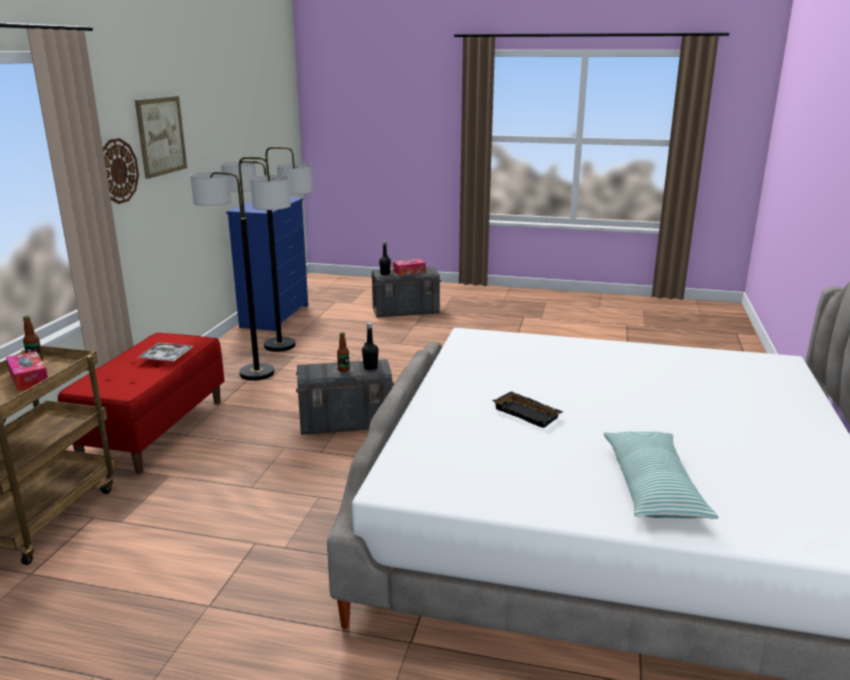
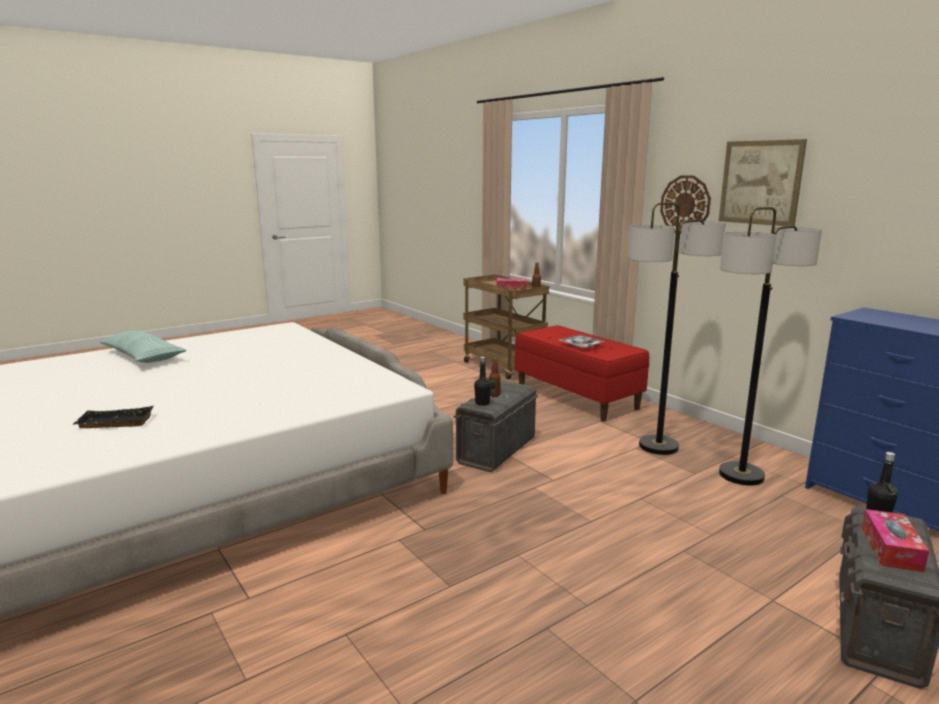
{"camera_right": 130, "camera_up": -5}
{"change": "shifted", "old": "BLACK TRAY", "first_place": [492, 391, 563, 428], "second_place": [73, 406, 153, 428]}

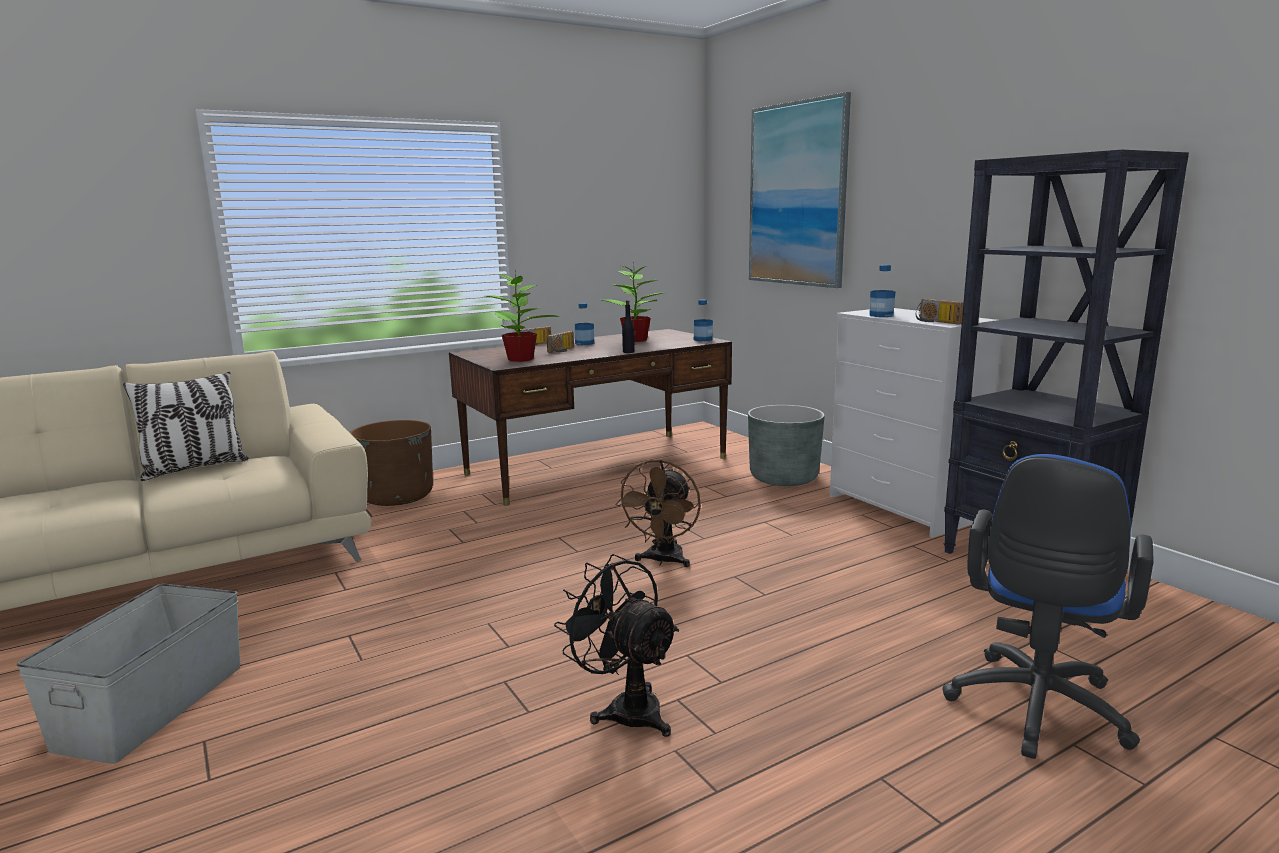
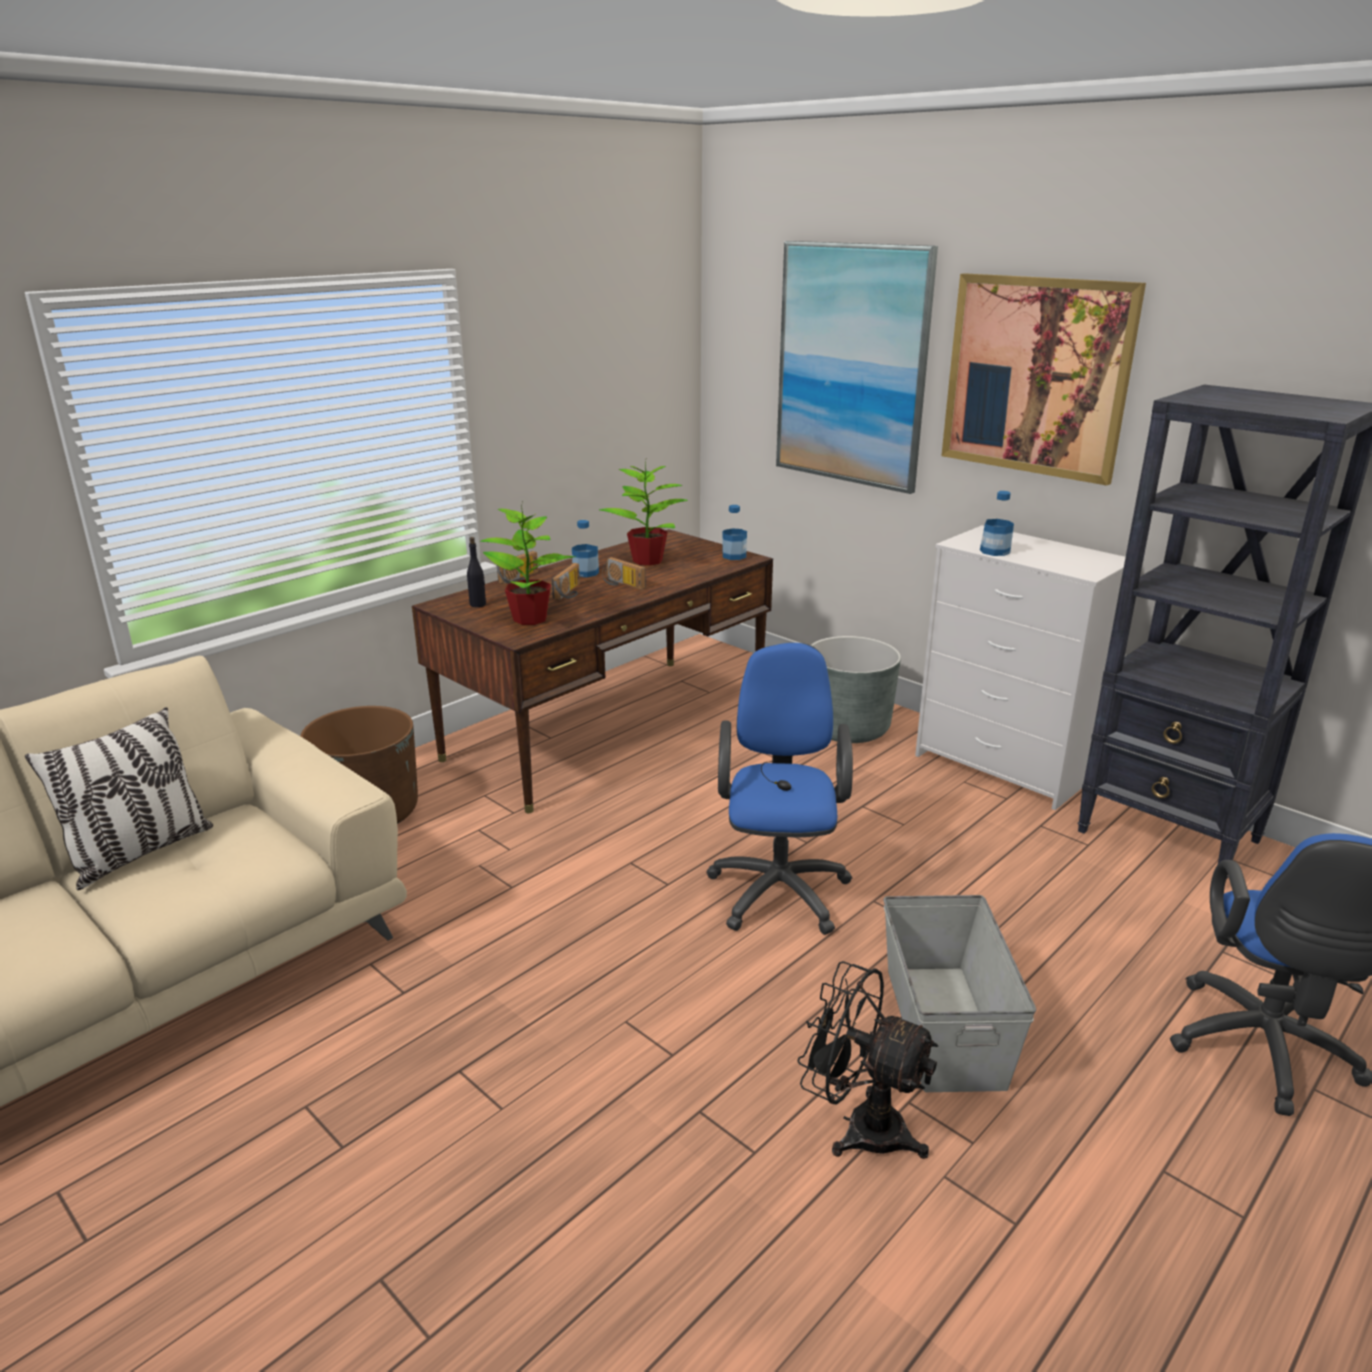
{"camera_right": -15, "camera_up": 10}
{"change": "new", "new": "PICTURE", "second_place": [941, 273, 1146, 486]}
{"change": "shifted", "old": "GREY STORAGE BOX", "first_place": [17, 583, 240, 764], "second_place": [883, 895, 1036, 1092]}
{"change": "shifted", "old": "BLACK BOTTLE", "first_place": [622, 300, 635, 353], "second_place": [467, 537, 486, 607]}
{"change": "shifted", "old": "RADIO", "first_place": [916, 299, 964, 325], "second_place": [602, 557, 646, 590]}
{"change": "swapped", "old": "BROWN FAN", "new": "BLUE OFFICE CHAIR", "first_place": [615, 459, 701, 567], "second_place": [706, 643, 853, 935]}

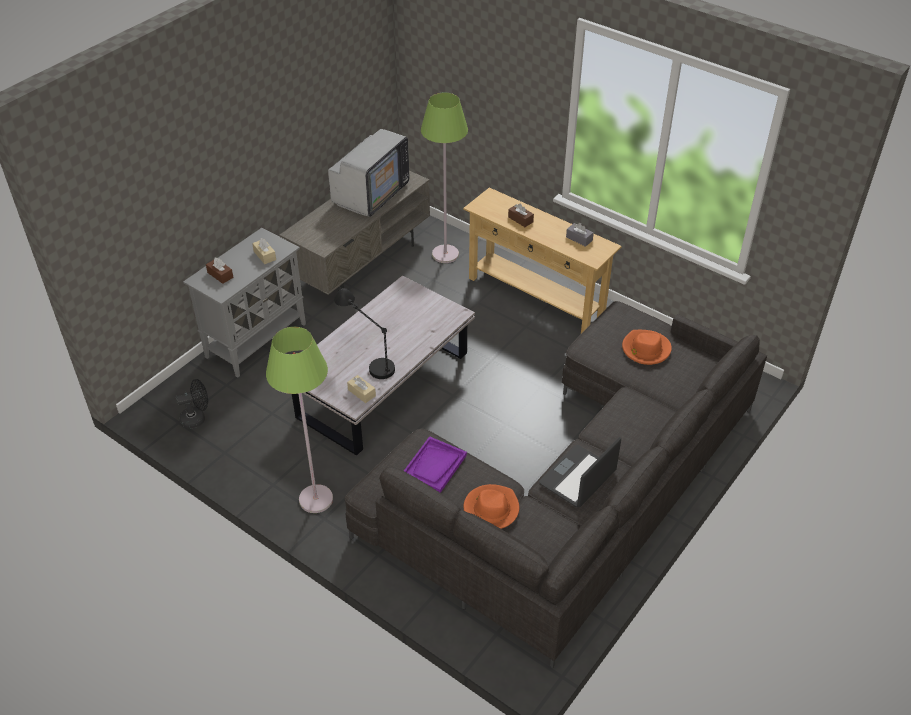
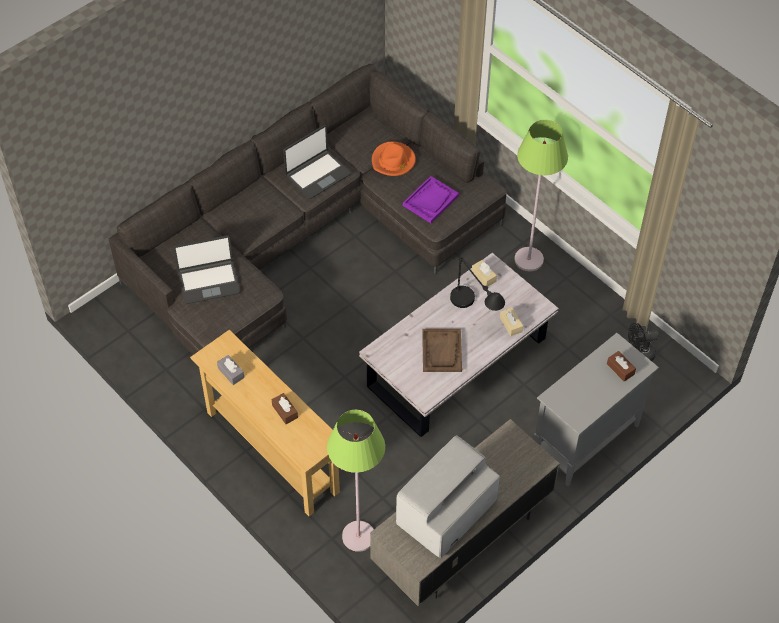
{"camera_right": -170, "camera_up": 10}
{"change": "new", "new": "BROWN TRAY", "second_place": [422, 329, 462, 372]}
{"change": "shifted", "old": "BEIGE TISSUE BOX", "first_place": [252, 238, 276, 264], "second_place": [500, 308, 523, 336]}
{"change": "swapped", "old": "ORANGE HAT", "new": "LAPTOP", "first_place": [622, 330, 672, 365], "second_place": [173, 235, 240, 304]}

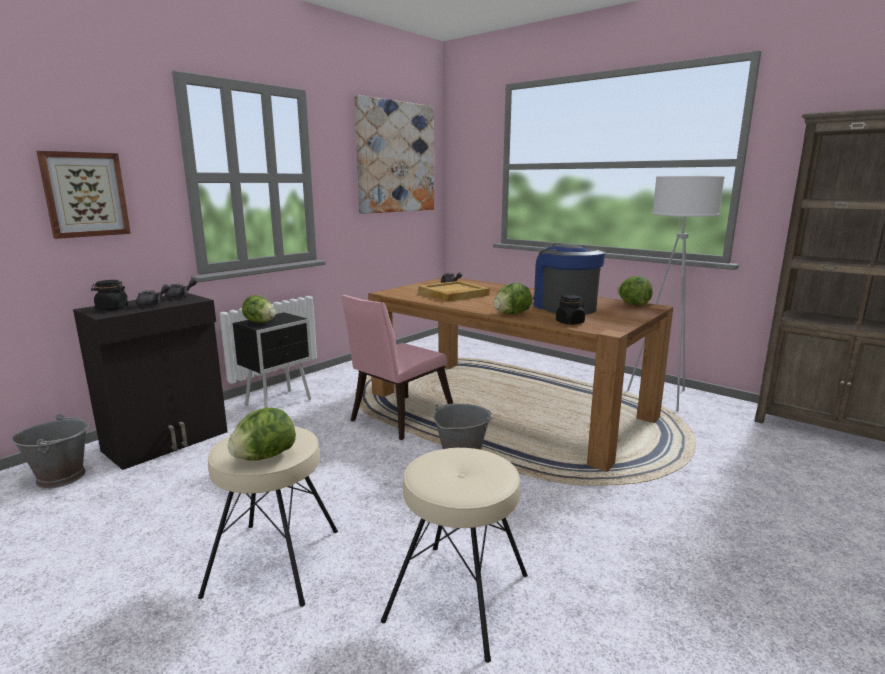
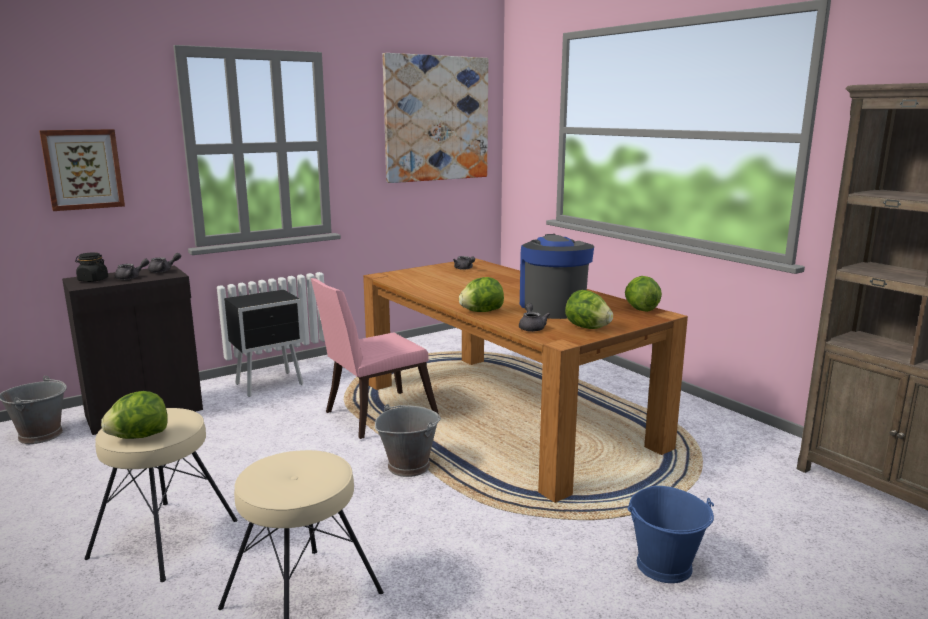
{"camera_right": 15, "camera_up": 0}
{"change": "gone", "old": "BEIGE TRAY", "first_place": [419, 281, 490, 302]}
{"change": "gone", "old": "WHITE FLOOR LAMP", "first_place": [627, 176, 725, 412]}
{"change": "new", "new": "BLUE BUCKET", "second_place": [627, 486, 714, 583]}
{"change": "shifted", "old": "LETTUCE", "first_place": [242, 295, 276, 323], "second_place": [565, 290, 613, 329]}
{"change": "swapped", "old": "BLACK JAR", "new": "GREY TEAPOT", "first_place": [556, 295, 585, 325], "second_place": [519, 303, 550, 332]}

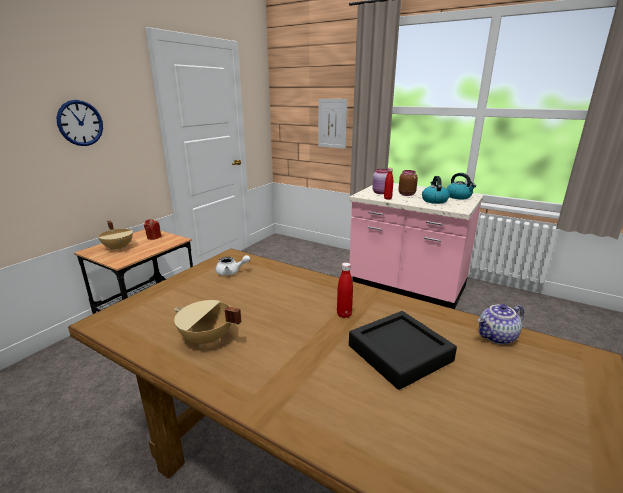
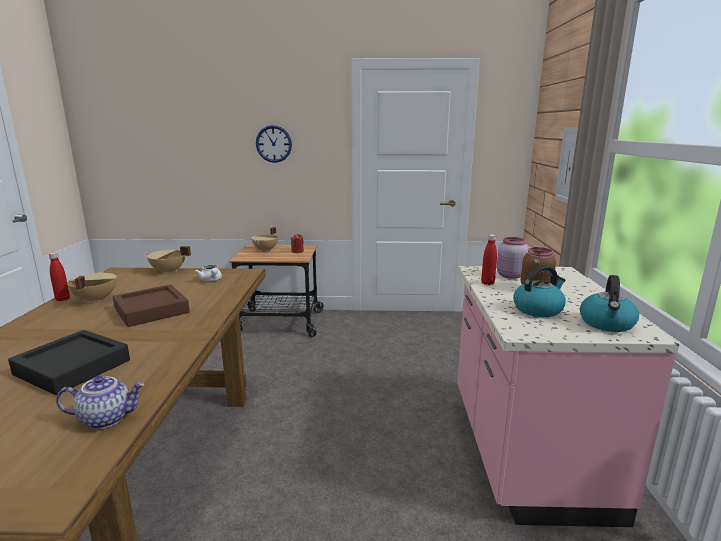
{"camera_right": 60, "camera_up": -5}
{"change": "new", "new": "BROWN TRAY", "second_place": [113, 285, 190, 327]}
{"change": "new", "new": "BEIGE COOKING POT", "second_place": [145, 246, 191, 274]}
{"change": "shifted", "old": "RED BOTTLE", "first_place": [337, 263, 353, 318], "second_place": [49, 253, 70, 301]}
{"change": "rotated", "old": "TEAPOT", "first_place": [477, 304, 524, 345], "second_place": [56, 376, 145, 429], "degrees": 135}

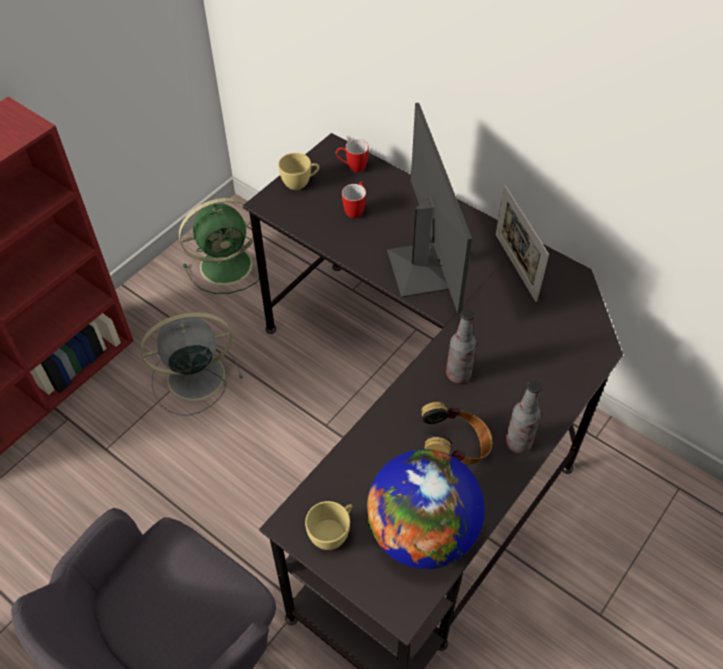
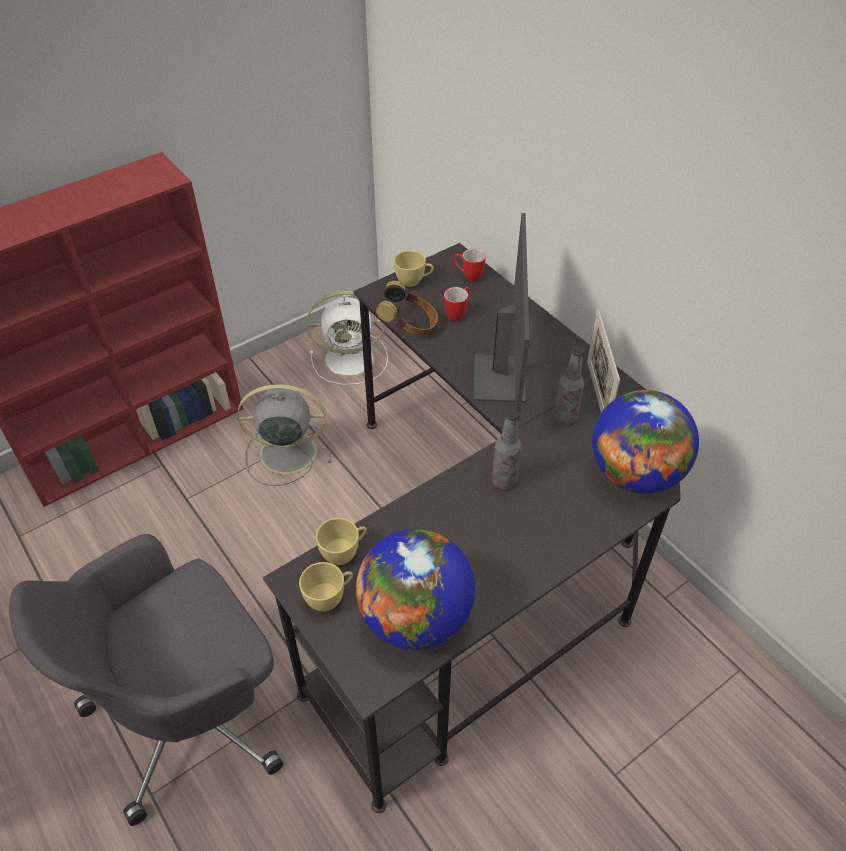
{"camera_right": 15, "camera_up": -5}
{"change": "new", "new": "YELLOW CUP", "second_place": [316, 518, 367, 565]}
{"change": "new", "new": "GLOBE", "second_place": [592, 390, 699, 494]}
{"change": "shifted", "old": "HEADPHONES", "first_place": [421, 402, 492, 464], "second_place": [376, 281, 438, 337]}
{"change": "shifted", "old": "BOTTLE", "first_place": [505, 380, 542, 453], "second_place": [553, 346, 584, 426]}
{"change": "repainted", "old": "GREEN FAN", "new": "WHITE FAN", "first_place": [179, 198, 266, 294], "second_place": [307, 291, 388, 385]}

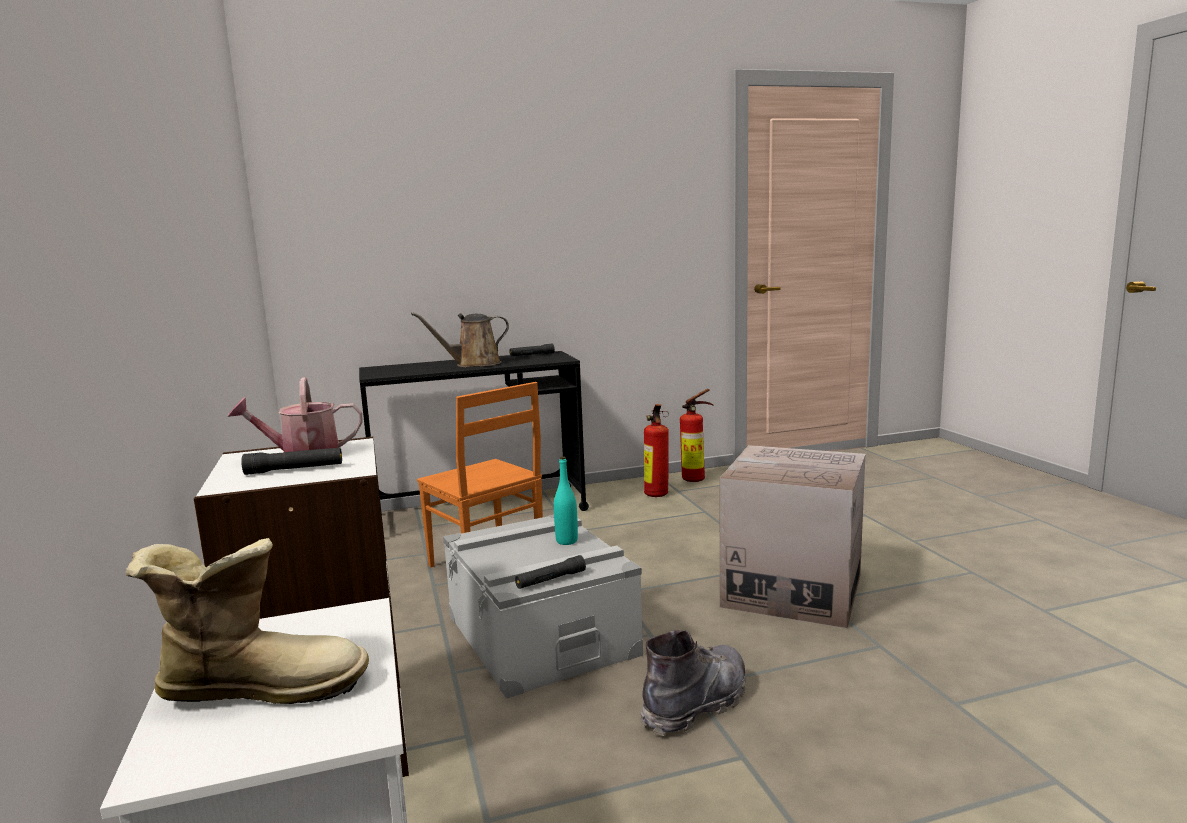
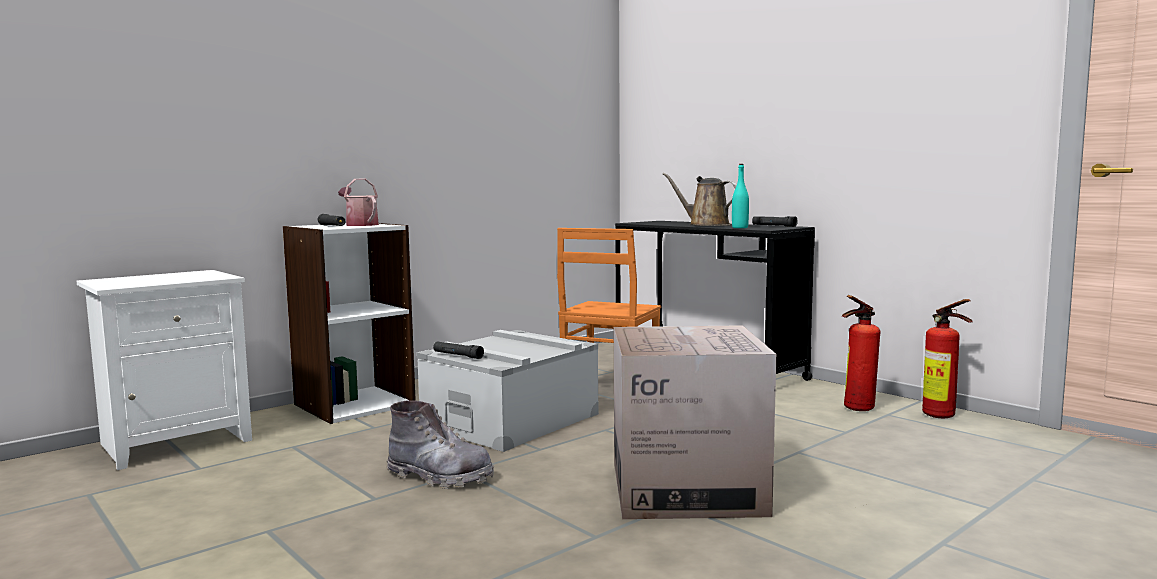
{"camera_right": 65, "camera_up": -5}
{"change": "gone", "old": "BOOT", "first_place": [125, 538, 369, 704]}
{"change": "shifted", "old": "TURQUOISE BOTTLE", "first_place": [554, 456, 578, 545], "second_place": [732, 164, 749, 228]}

